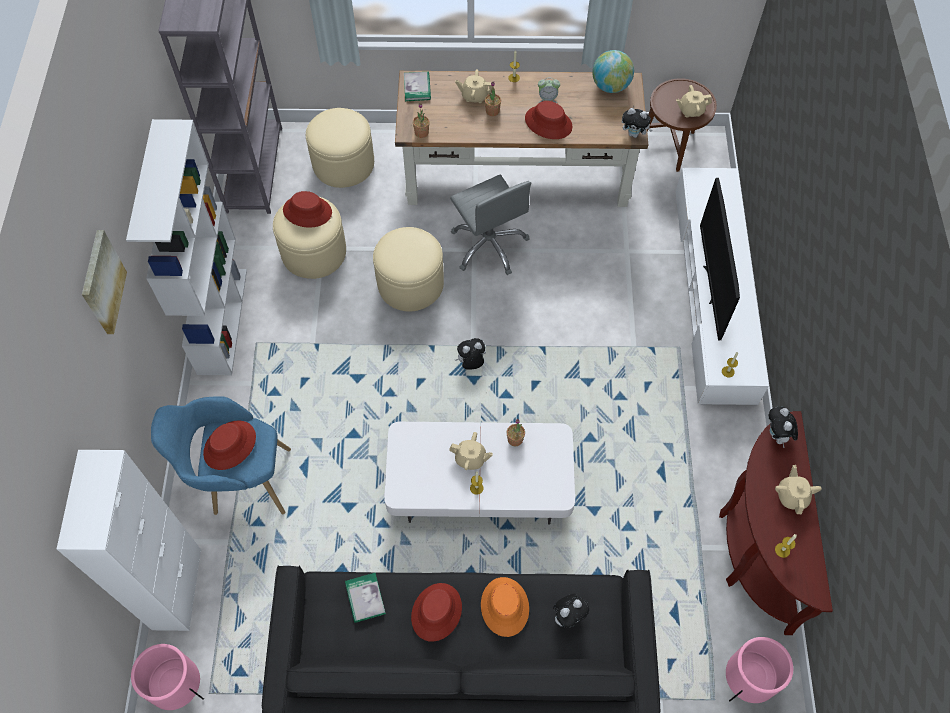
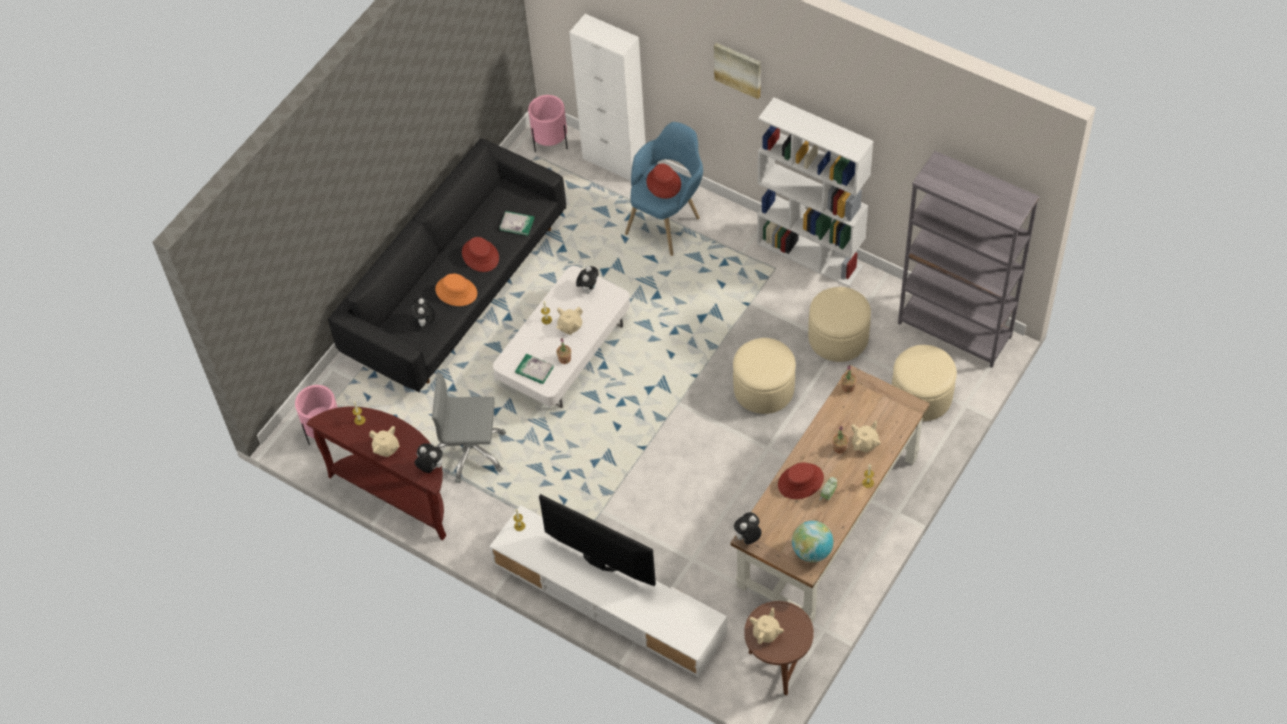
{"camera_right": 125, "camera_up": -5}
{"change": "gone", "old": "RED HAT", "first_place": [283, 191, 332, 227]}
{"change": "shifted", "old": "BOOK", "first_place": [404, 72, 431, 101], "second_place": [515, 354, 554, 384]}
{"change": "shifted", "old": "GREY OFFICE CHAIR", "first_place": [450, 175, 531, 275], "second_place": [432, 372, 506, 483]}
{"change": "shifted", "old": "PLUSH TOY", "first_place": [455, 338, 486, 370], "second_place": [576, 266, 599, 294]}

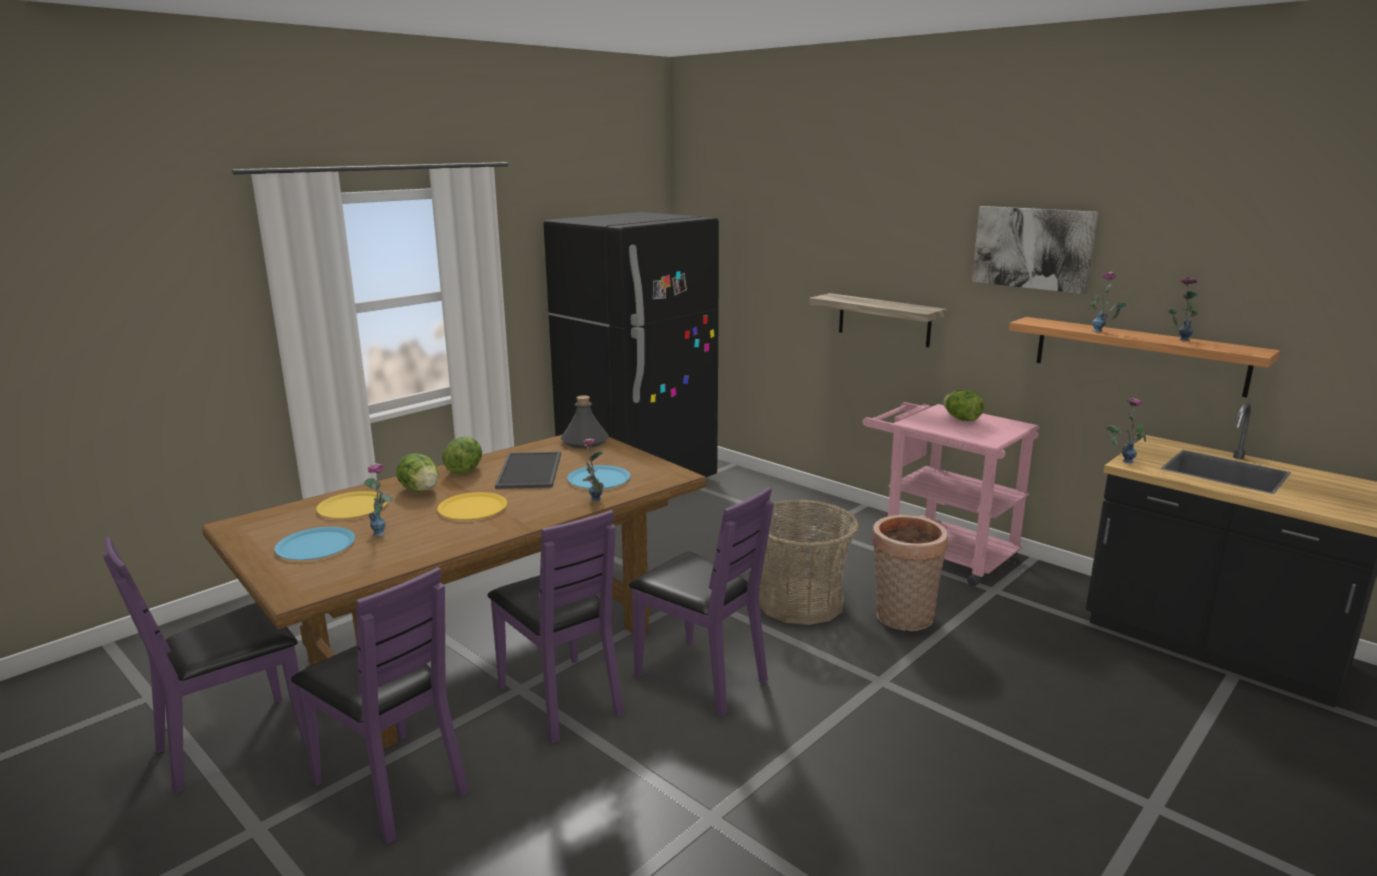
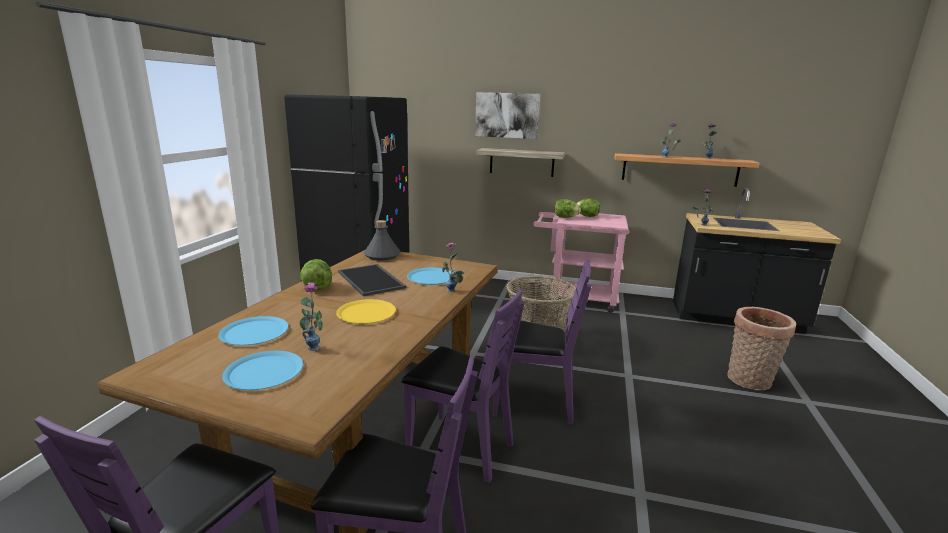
{"camera_right": -30, "camera_up": 0}
{"change": "shifted", "old": "LETTUCE", "first_place": [396, 453, 439, 492], "second_place": [555, 199, 581, 218]}
{"change": "shifted", "old": "BASKET", "first_place": [872, 515, 948, 631], "second_place": [727, 307, 797, 390]}
{"change": "shifted", "old": "PICTURE", "first_place": [972, 206, 1098, 294], "second_place": [475, 92, 541, 139]}
{"change": "repainted", "old": "YELLOW PLATE", "new": "BLUE PLATE", "first_place": [316, 491, 388, 519], "second_place": [218, 316, 288, 345]}

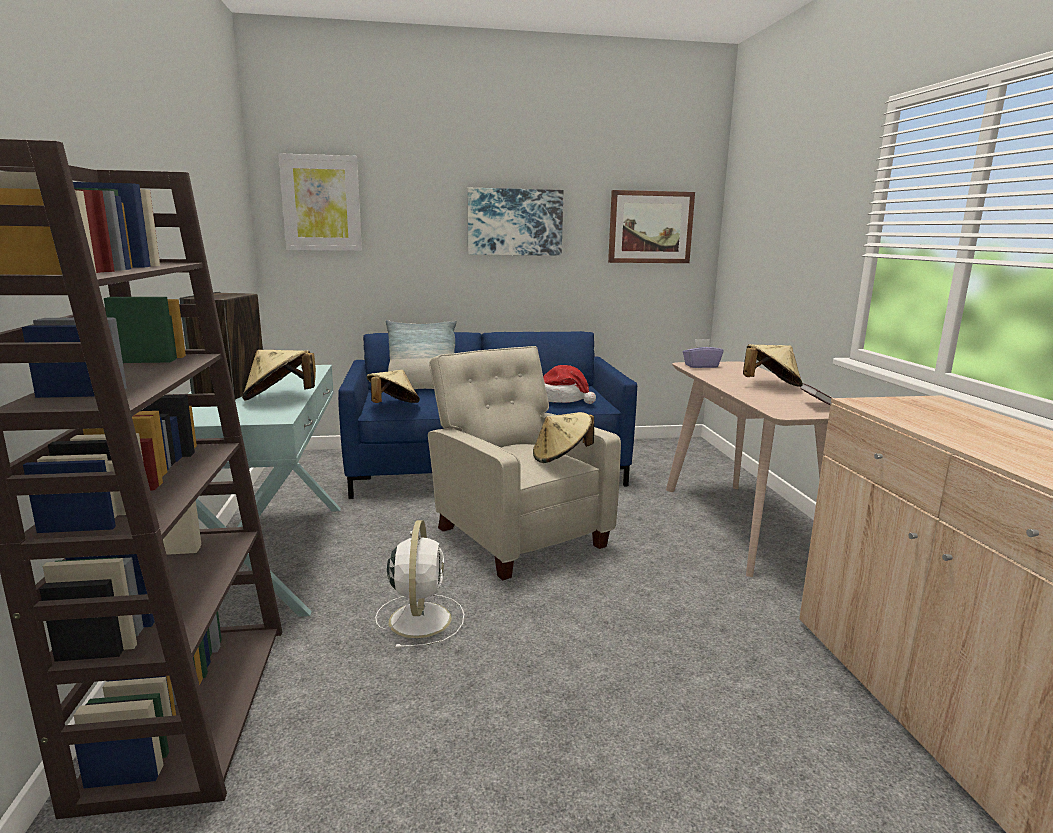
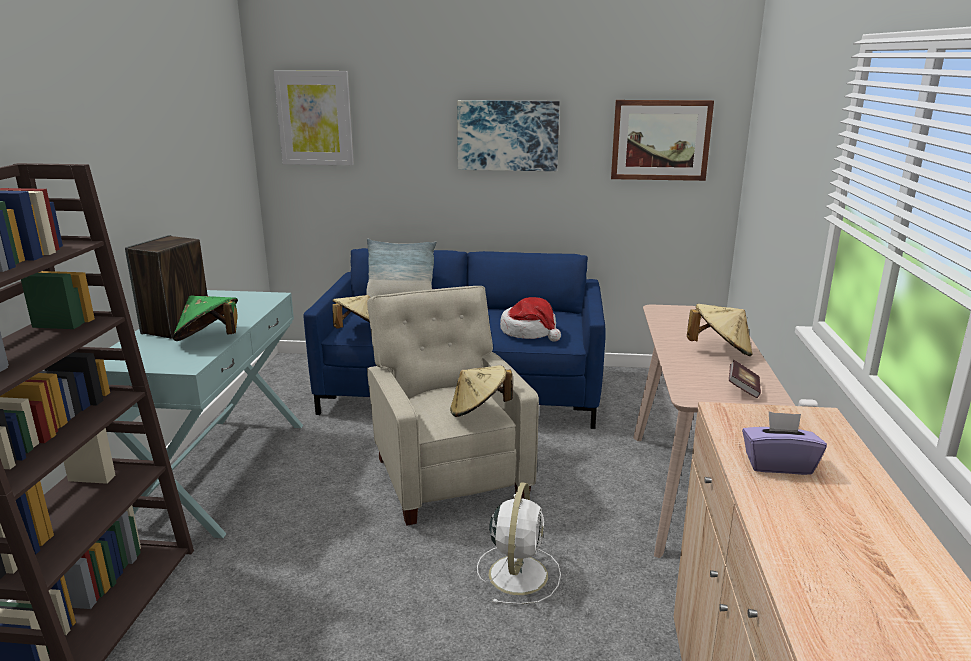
{"camera_right": 15, "camera_up": 5}
{"change": "shifted", "old": "WHITE FAN", "first_place": [375, 520, 464, 649], "second_place": [477, 482, 561, 604]}
{"change": "shifted", "old": "PURPLE TISSUE BOX", "first_place": [683, 339, 723, 368], "second_place": [742, 412, 827, 475]}
{"change": "repainted", "old": "BEIGE HAT", "new": "GREEN HAT", "first_place": [242, 350, 316, 401], "second_place": [173, 295, 238, 341]}

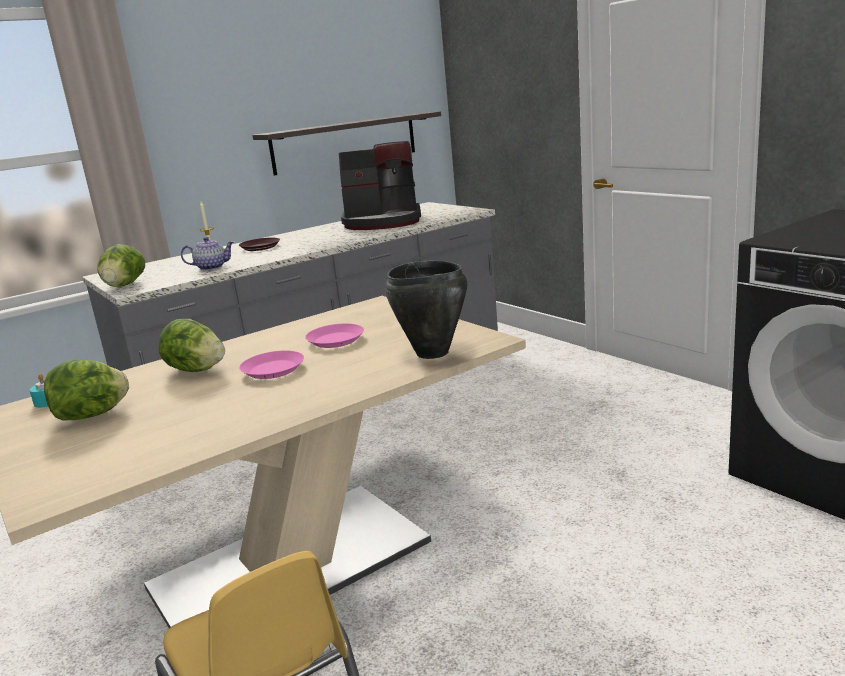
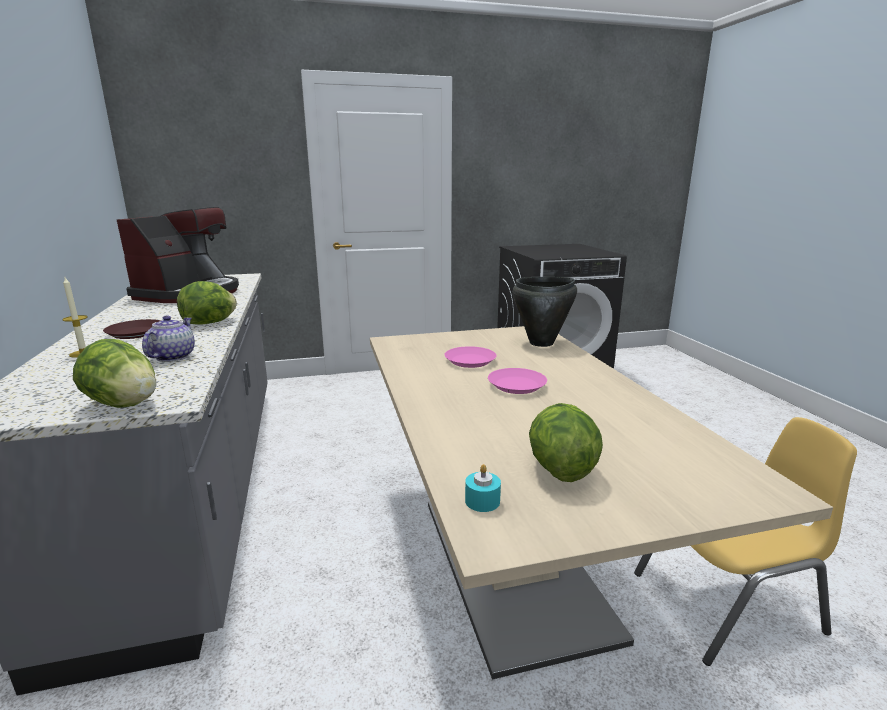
{"camera_right": -70, "camera_up": 0}
{"change": "gone", "old": "SHELF", "first_place": [252, 112, 441, 176]}
{"change": "shifted", "old": "LETTUCE", "first_place": [158, 319, 225, 372], "second_place": [177, 281, 237, 325]}

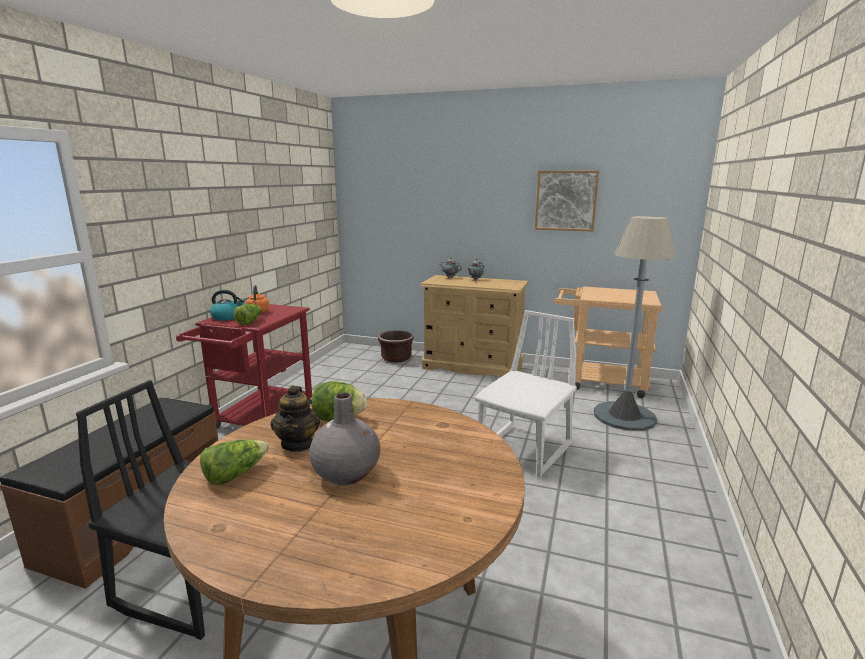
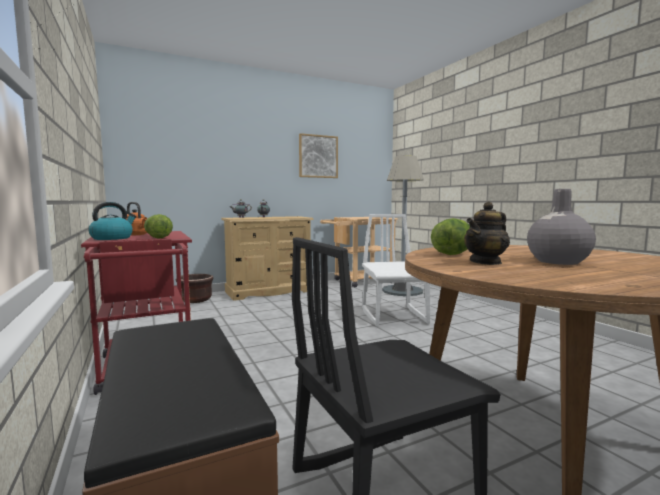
{"camera_right": -45, "camera_up": -10}
{"change": "gone", "old": "LETTUCE", "first_place": [200, 439, 269, 485]}
{"change": "rotated", "old": "TEAPOT", "first_place": [271, 385, 320, 452], "second_place": [464, 201, 510, 265], "degrees": 105}

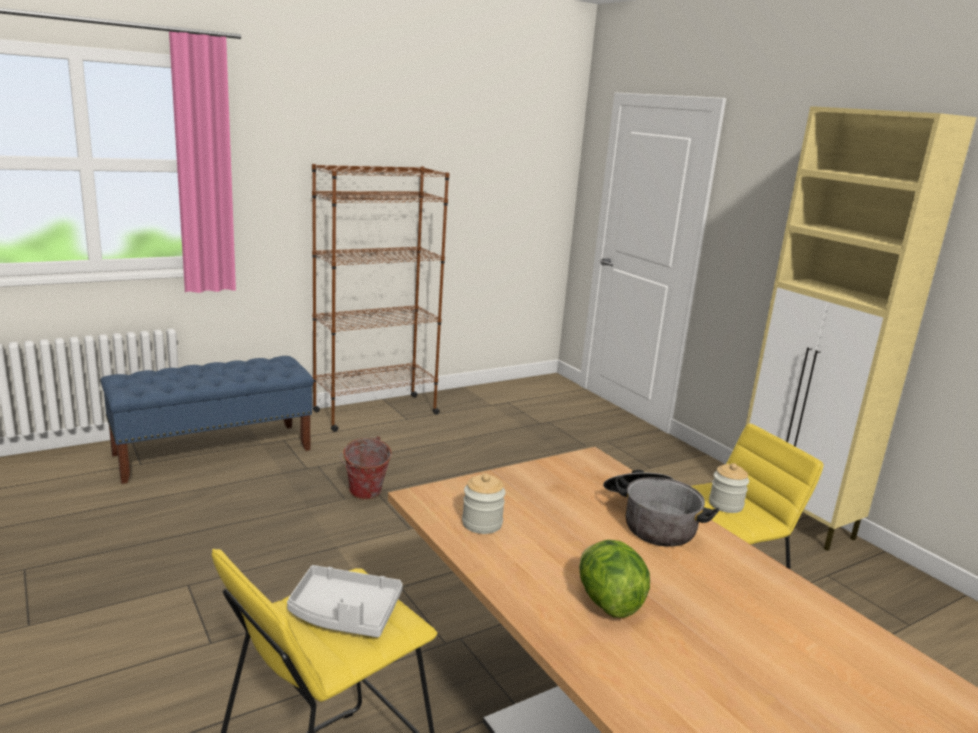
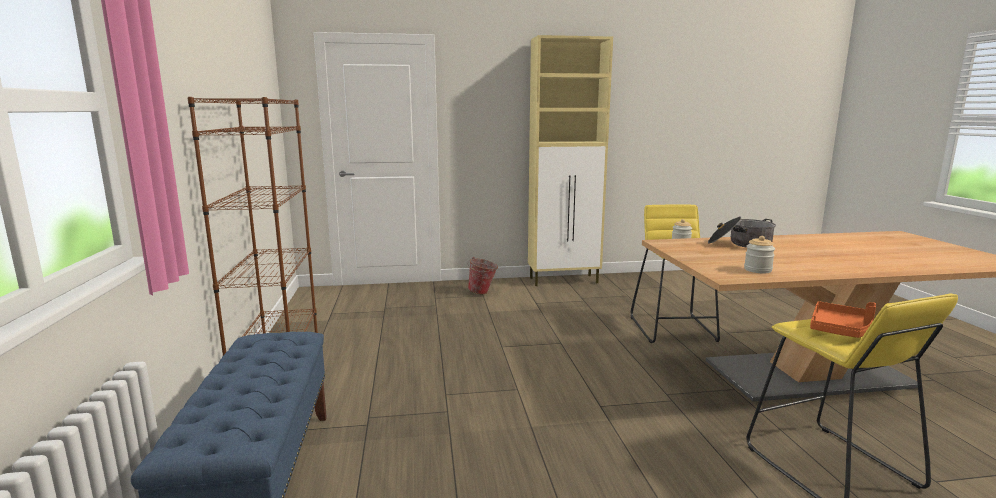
{"camera_right": -65, "camera_up": -5}
{"change": "gone", "old": "LETTUCE", "first_place": [579, 540, 650, 618]}
{"change": "shifted", "old": "BUCKET", "first_place": [340, 436, 392, 500], "second_place": [468, 257, 498, 294]}
{"change": "repainted", "old": "GREY TRAY", "new": "ORANGE TRAY", "first_place": [287, 565, 403, 637], "second_place": [810, 301, 876, 338]}

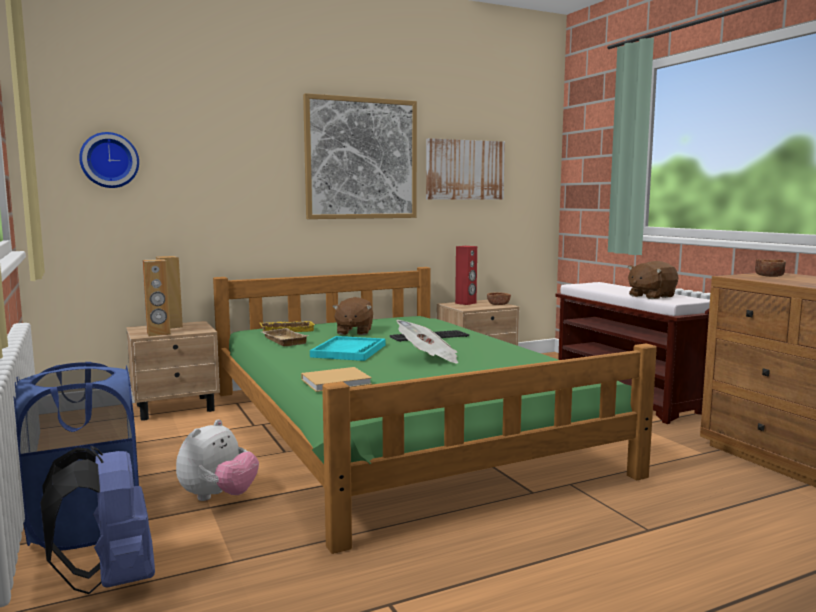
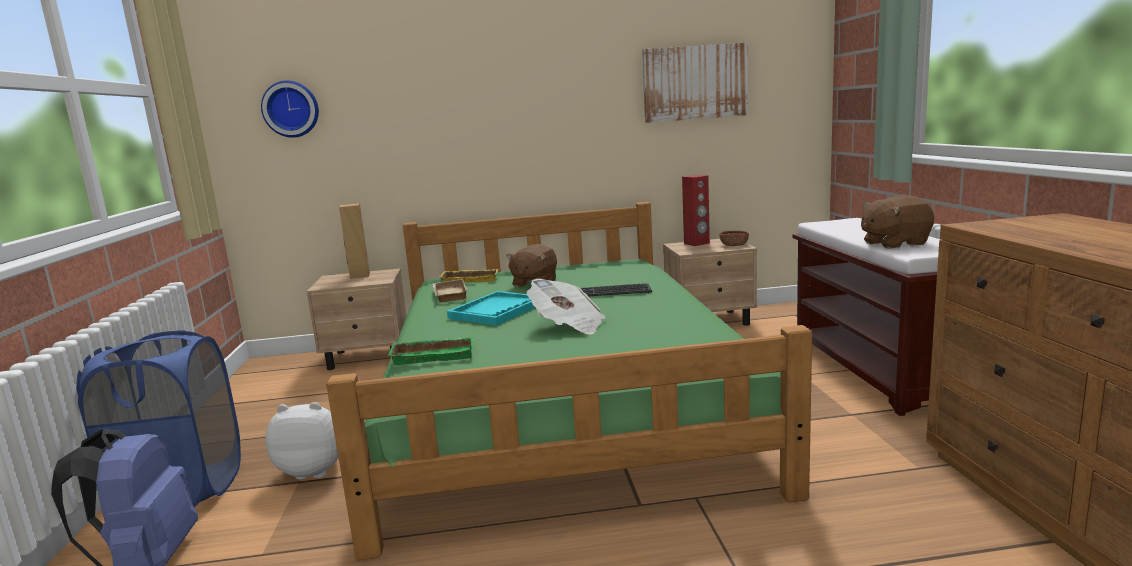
{"camera_right": 20, "camera_up": 5}
{"change": "gone", "old": "BROWN SPEAKER", "first_place": [143, 259, 171, 336]}
{"change": "gone", "old": "PICTURE", "first_place": [303, 93, 417, 219]}
{"change": "gone", "old": "BROWN BOWL", "first_place": [755, 259, 786, 277]}
{"change": "swapped", "old": "BEIGE BOOK", "new": "GREEN TRAY", "first_place": [301, 367, 372, 392], "second_place": [388, 337, 473, 365]}
{"change": "rotated", "old": "PLUSH TOY", "first_place": [176, 419, 259, 501], "second_place": [265, 402, 338, 480], "degrees": -135}

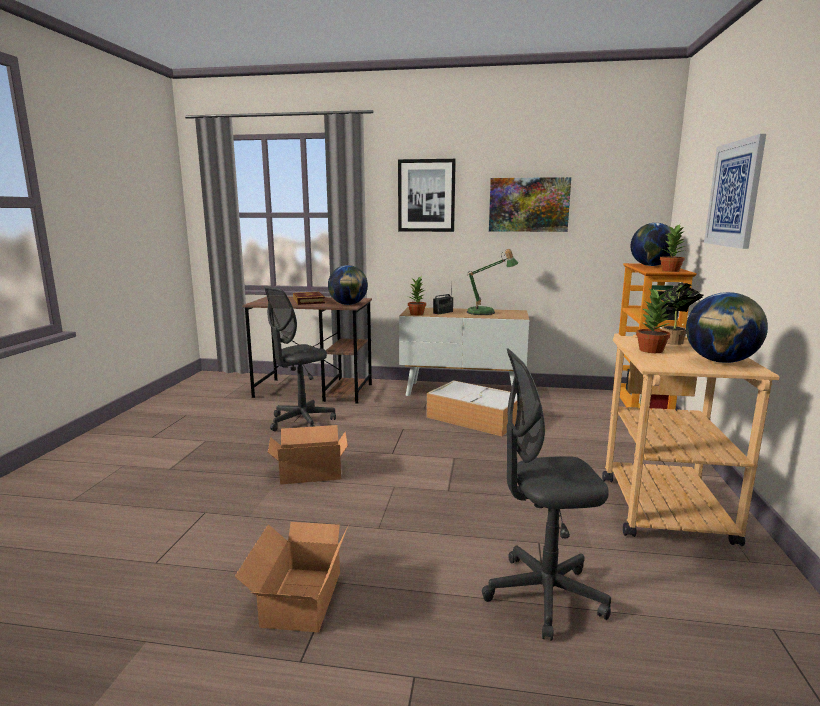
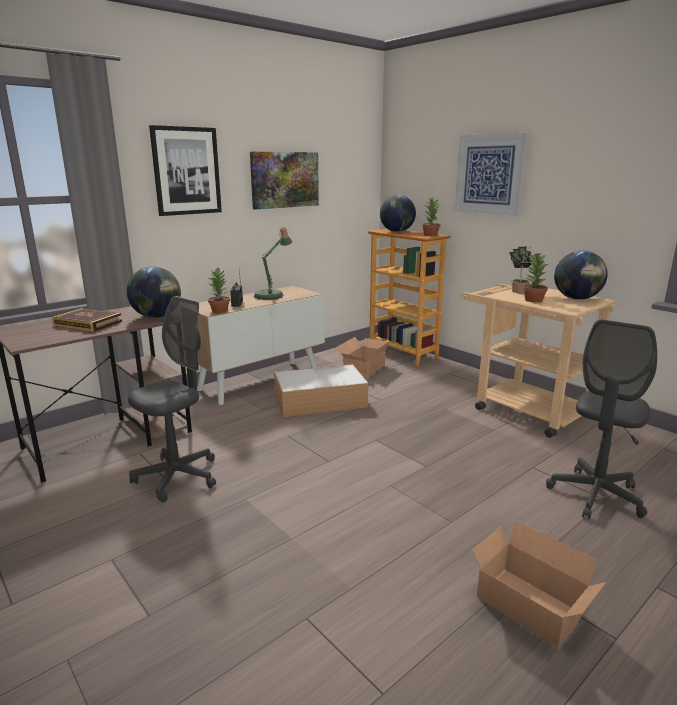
{"camera_right": -50, "camera_up": 5}
{"change": "shifted", "old": "CARDBOARD BOX", "first_place": [268, 425, 348, 484], "second_place": [336, 337, 390, 378]}
{"change": "rotated", "old": "GREY OFFICE CHAIR", "first_place": [264, 286, 336, 431], "second_place": [128, 296, 216, 502], "degrees": -135}

